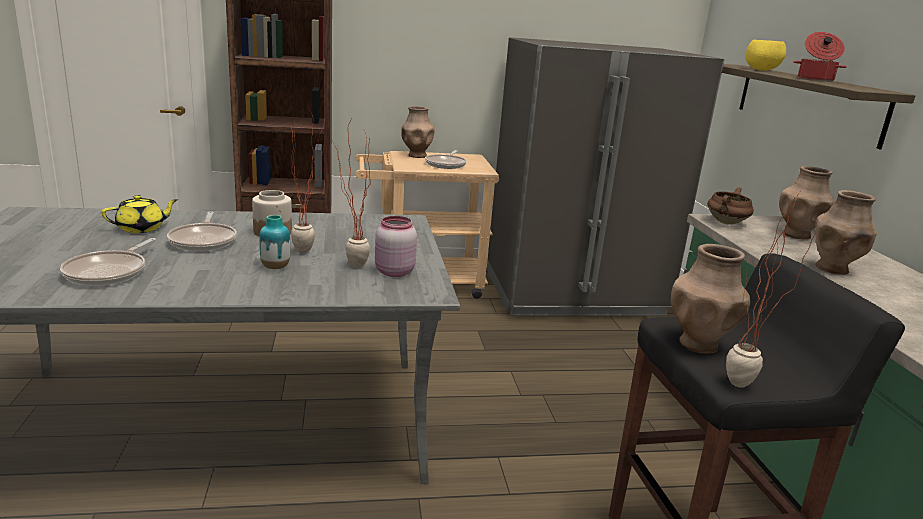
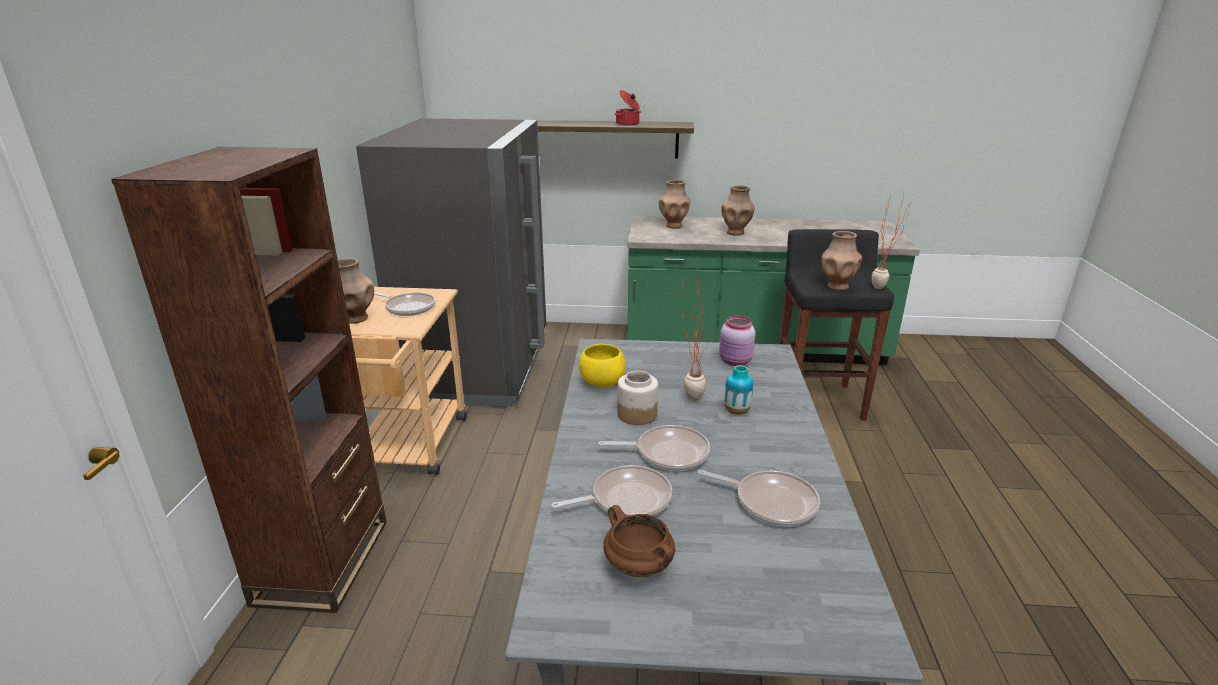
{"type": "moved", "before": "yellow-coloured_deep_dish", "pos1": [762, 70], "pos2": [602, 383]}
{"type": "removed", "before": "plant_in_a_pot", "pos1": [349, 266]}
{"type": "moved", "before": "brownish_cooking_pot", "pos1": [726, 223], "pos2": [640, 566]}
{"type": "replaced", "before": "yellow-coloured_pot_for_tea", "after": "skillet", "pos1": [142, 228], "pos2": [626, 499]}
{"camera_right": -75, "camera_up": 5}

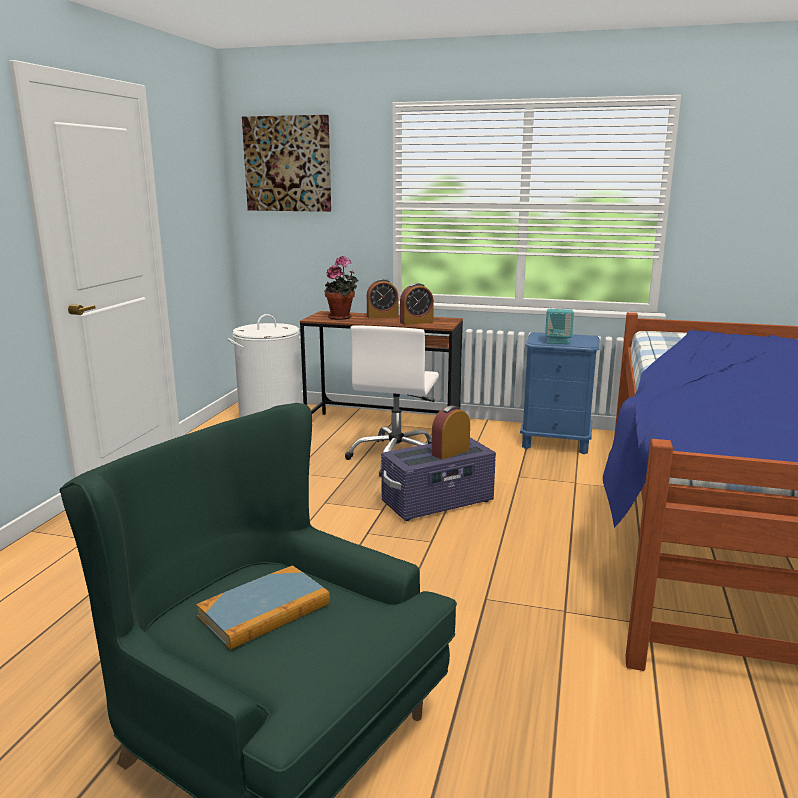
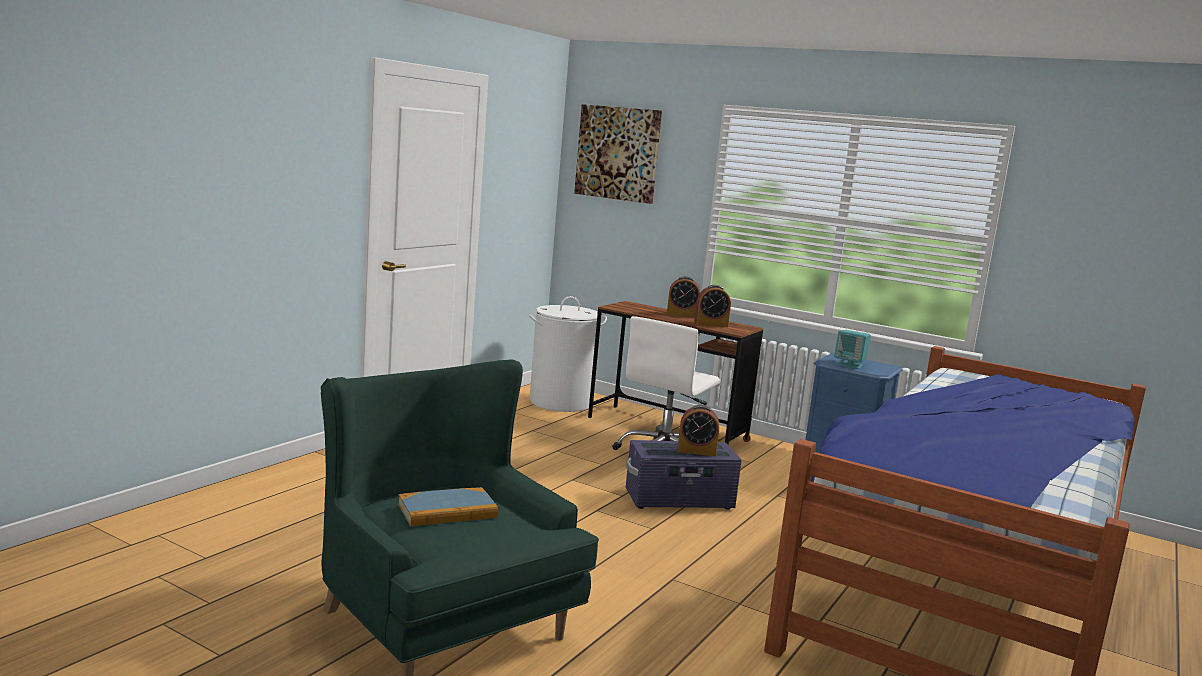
{"type": "removed", "before": "plant_in_a_pot", "pos1": [342, 317]}
{"type": "turned", "before": "alarm_clock", "pos1": [450, 452], "pos2": [696, 451], "turn": -150}
{"camera_right": 15, "camera_up": -5}

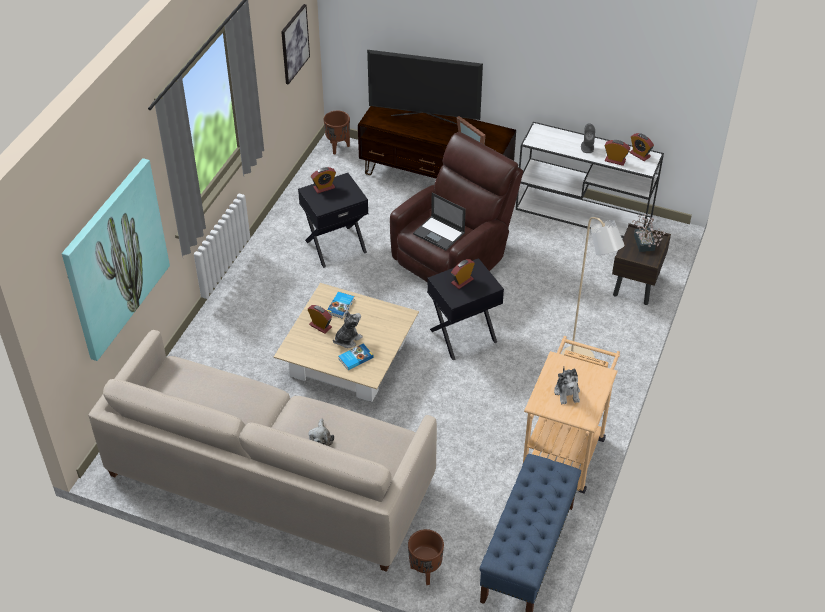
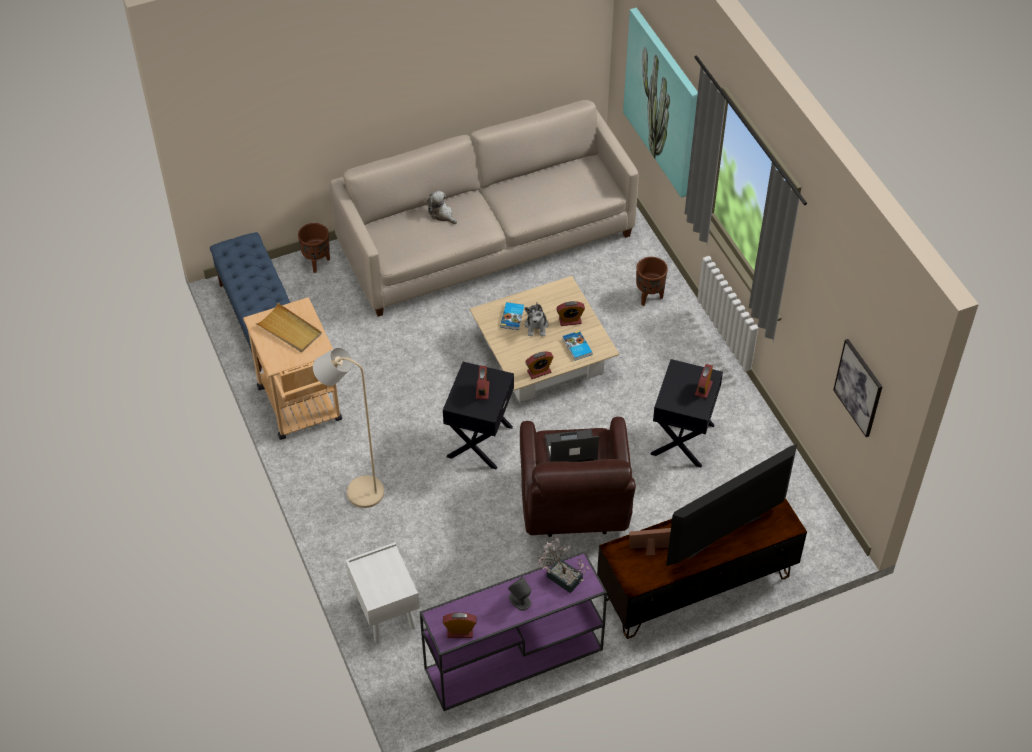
{"type": "moved", "before": "brownish_flower_pot", "pos1": [338, 147], "pos2": [649, 297]}
{"type": "recoloured", "before": "white_console_table", "after": "purplish_console_table", "pos1": [585, 213], "pos2": [512, 660]}
{"type": "moved", "before": "alarm_clock", "pos1": [615, 160], "pos2": [539, 372]}
{"type": "moved", "before": "plant_in_a_pot", "pos1": [644, 245], "pos2": [561, 575]}
{"type": "recoloured", "before": "brownish_nightstand", "after": "white_nightstand", "pos1": [636, 285], "pos2": [384, 611]}
{"type": "replaced", "before": "soft_toy", "after": "beige-coloured_tray", "pos1": [567, 392], "pos2": [289, 330]}
{"camera_right": 135, "camera_up": 5}

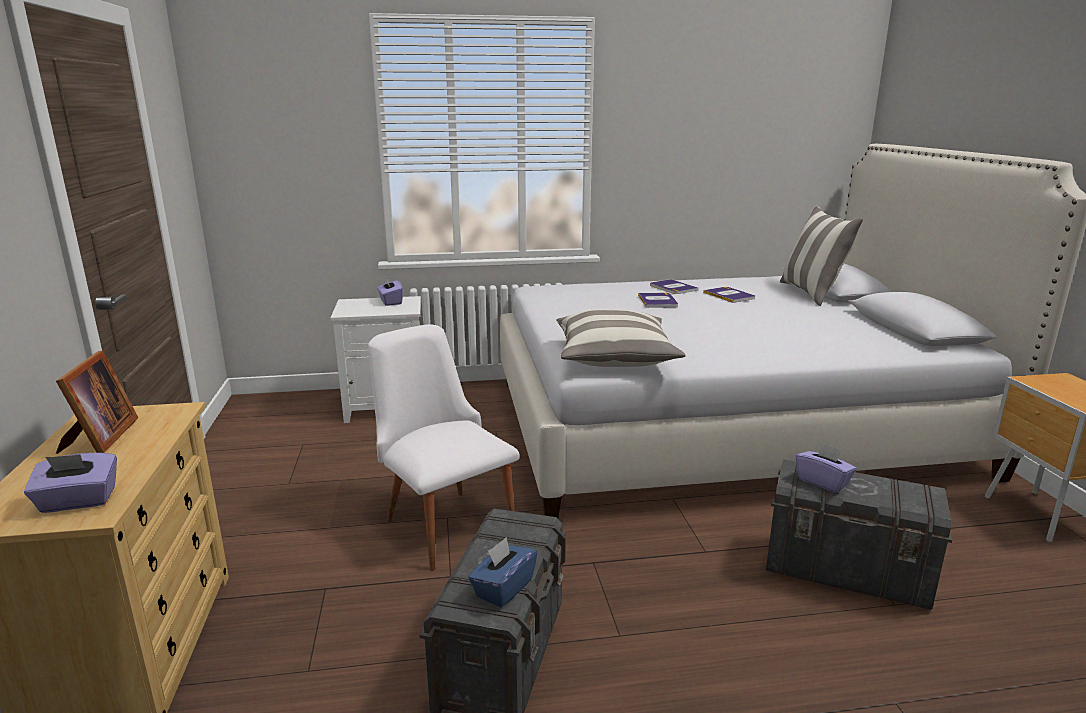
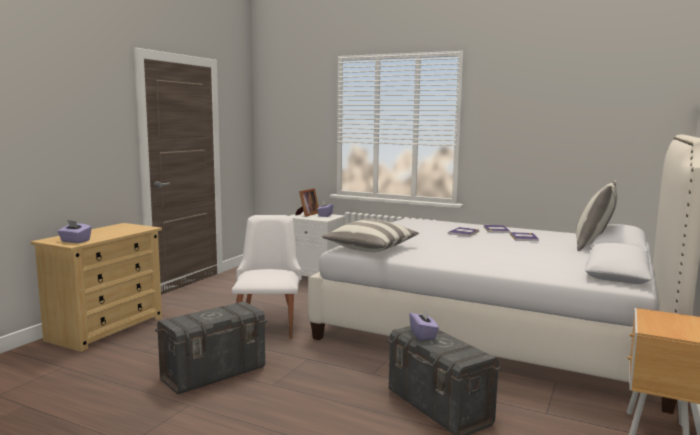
{"type": "moved", "before": "standing_frame", "pos1": [99, 438], "pos2": [307, 214]}
{"type": "removed", "before": "blue-coloured_tissue_box", "pos1": [503, 588]}
{"camera_right": 35, "camera_up": -10}

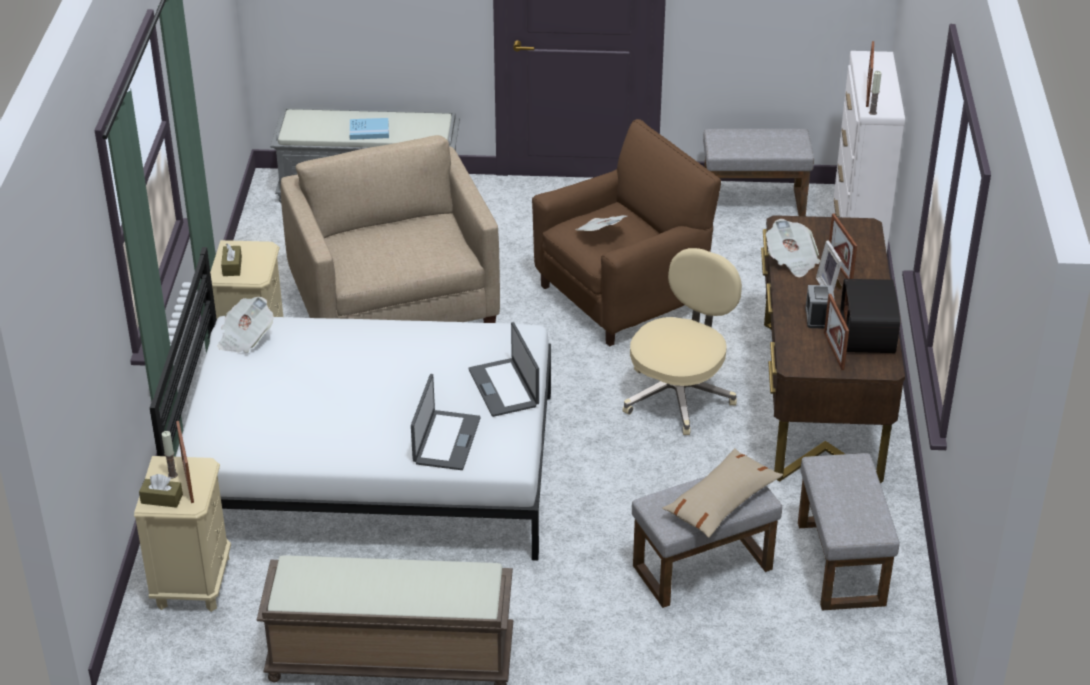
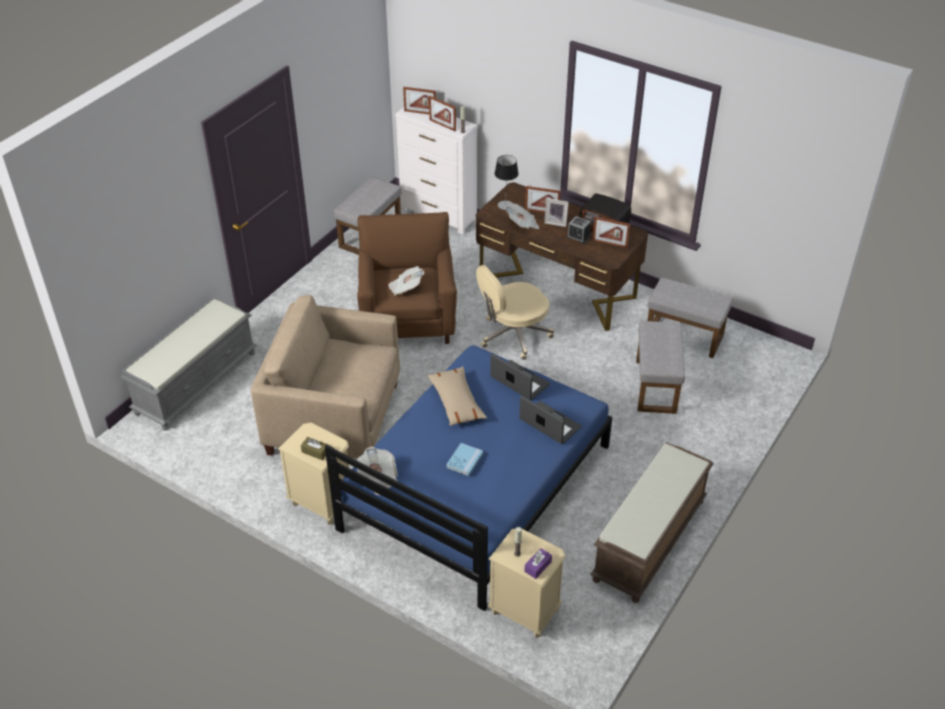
{"type": "moved", "before": "blue-coloured_bound_book", "pos1": [369, 130], "pos2": [464, 460]}
{"type": "recoloured", "before": "white_bed", "after": "blue-coloured_bed", "pos1": [370, 465], "pos2": [476, 486]}
{"type": "turned", "before": "beige-coloured_desk_chair", "pos1": [679, 395], "pos2": [513, 335], "turn": -90}
{"type": "turned", "before": "portable_computer", "pos1": [504, 387], "pos2": [519, 381], "turn": -150}
{"type": "moved", "before": "standing_frame", "pos1": [188, 481], "pos2": [420, 112]}
{"type": "moved", "before": "beige-coloured_cushion", "pos1": [721, 502], "pos2": [456, 402]}
{"type": "recoloured", "before": "brownish_tissue_box", "after": "purplish_tissue_box", "pos1": [162, 499], "pos2": [538, 566]}
{"type": "added", "after": "table_lamp", "pos2": [505, 205]}
{"camera_right": -60, "camera_up": 5}

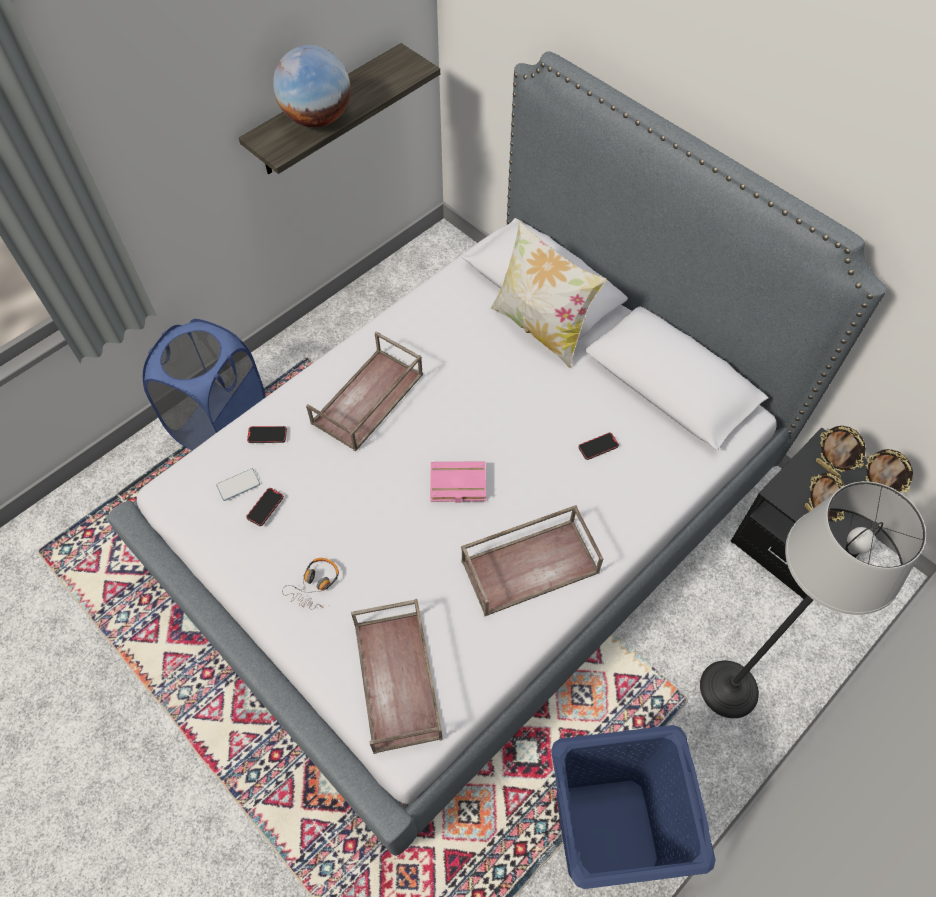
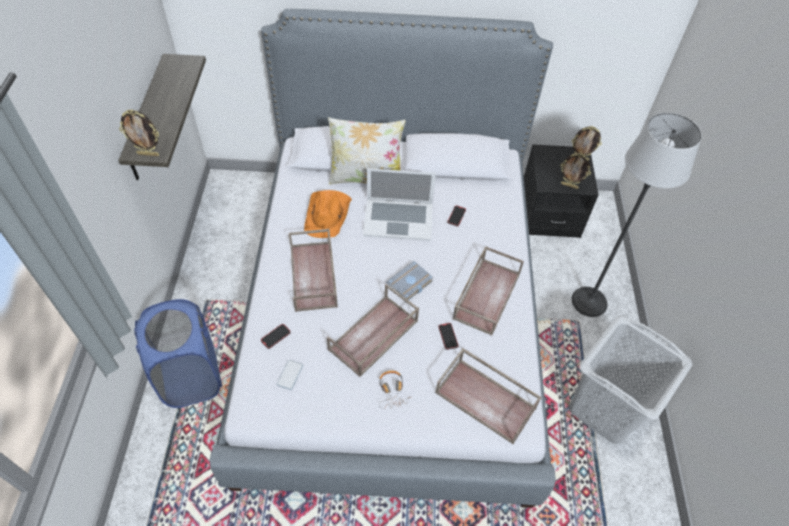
{"type": "removed", "before": "desk_globe", "pos1": [317, 118]}
{"type": "moved", "before": "standing_frame", "pos1": [828, 469], "pos2": [148, 154]}
{"type": "recoloured", "before": "pinkish_bound_book", "after": "gray_bound_book", "pos1": [456, 485], "pos2": [410, 284]}
{"type": "moved", "before": "phone", "pos1": [265, 507], "pos2": [448, 337]}
{"type": "recoloured", "before": "blue-coloured_washing_basket", "after": "gray_washing_basket", "pos1": [608, 830], "pos2": [606, 408]}
{"type": "added", "after": "portable_computer", "pos2": [398, 219]}
{"type": "added", "after": "orangey_hat", "pos2": [328, 214]}
{"type": "added", "after": "brownish_tray", "pos2": [373, 336]}
{"camera_right": -45, "camera_up": -5}

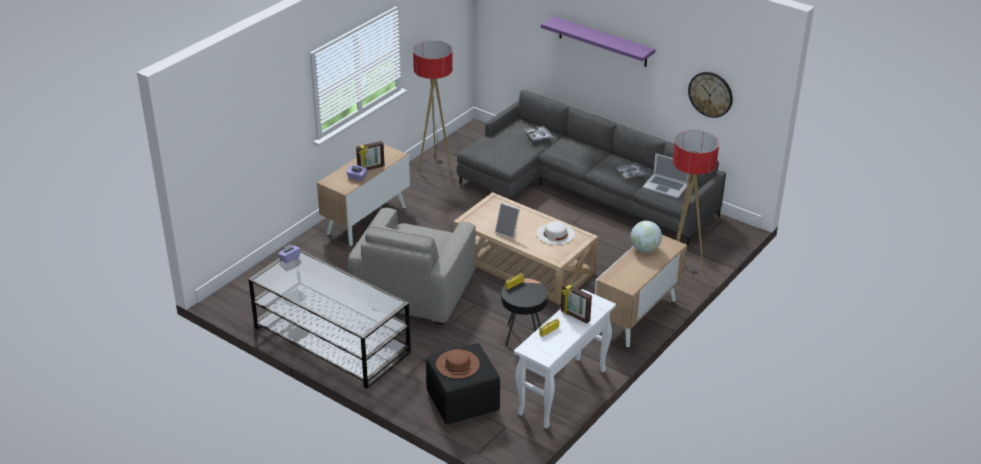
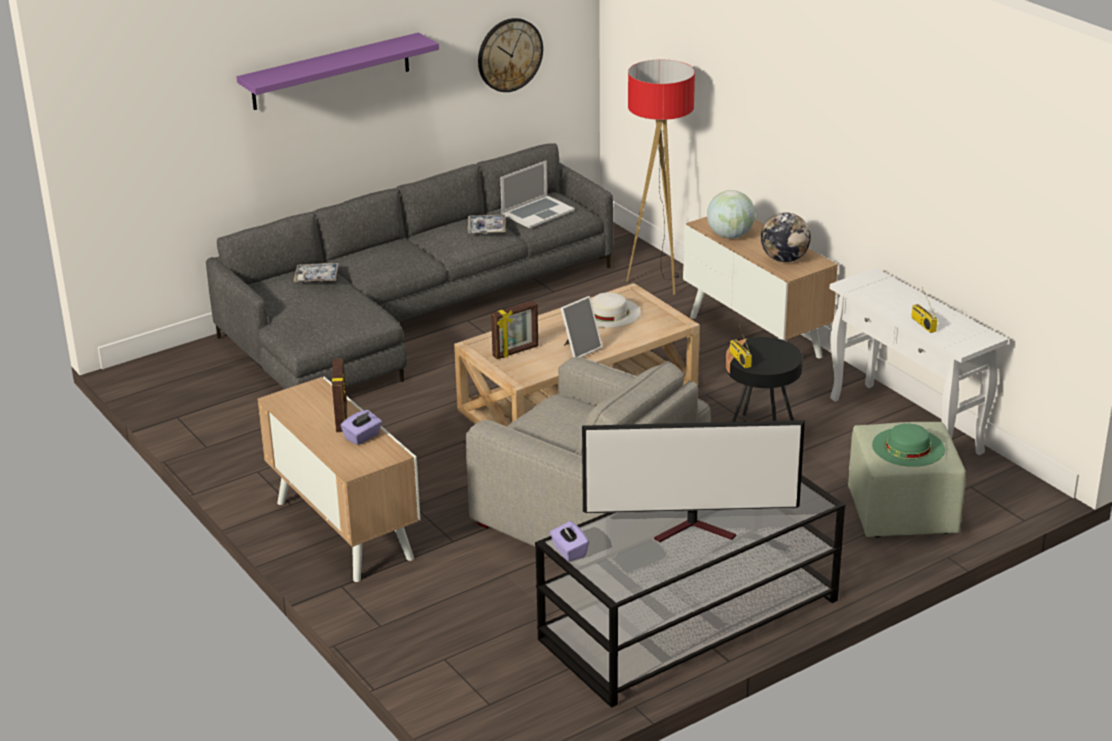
{"type": "removed", "before": "floor_lamp", "pos1": [435, 167]}
{"type": "moved", "before": "standing_frame", "pos1": [575, 316], "pos2": [516, 352]}
{"type": "recoloured", "before": "black_pouffe", "after": "green-coloured_pouffe", "pos1": [462, 403], "pos2": [903, 514]}
{"type": "recoloured", "before": "brownish_hat", "after": "green-coloured_hat", "pos1": [457, 364], "pos2": [908, 447]}
{"type": "added", "after": "desk_globe", "pos2": [784, 259]}
{"type": "added", "after": "TV_set", "pos2": [696, 530]}
{"camera_right": -70, "camera_up": -5}

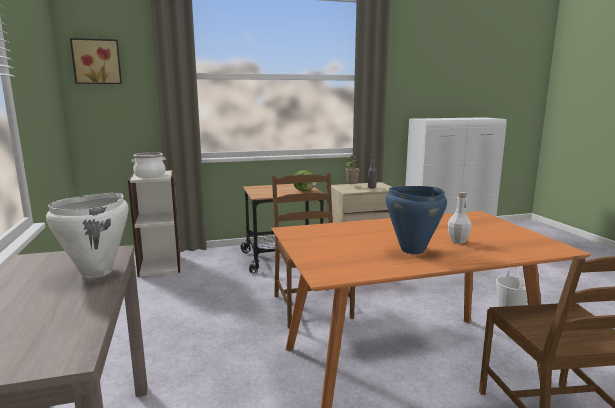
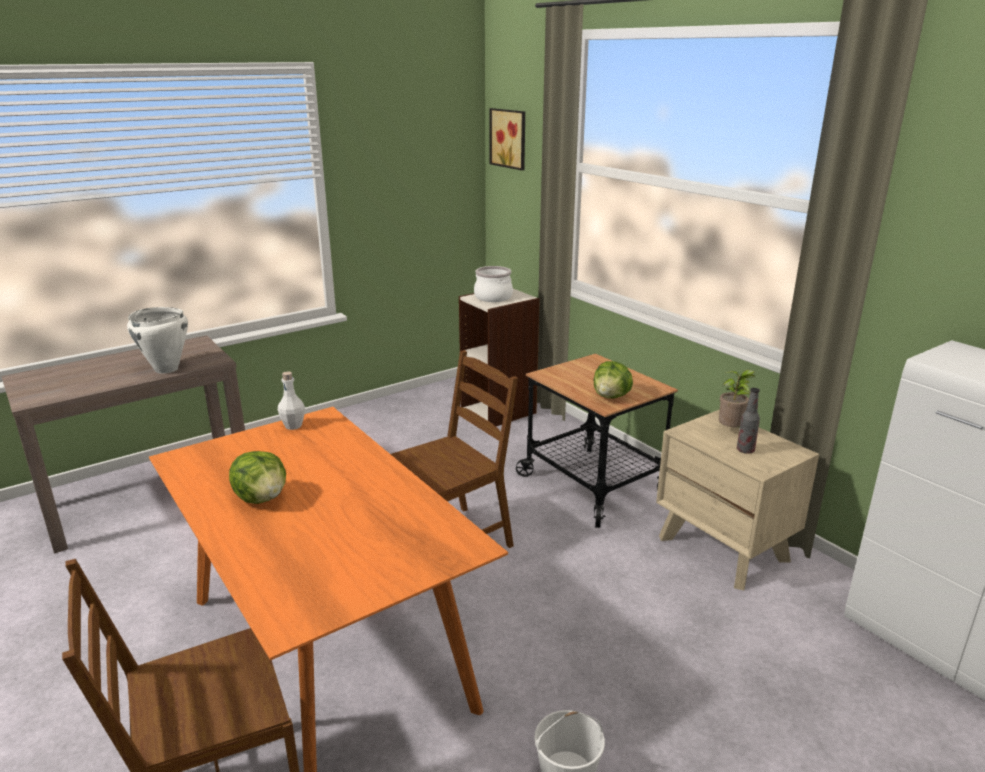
{"type": "replaced", "before": "blue-coloured_cooking_pot", "after": "lettuce", "pos1": [412, 250], "pos2": [262, 498]}
{"type": "moved", "before": "white_bottle", "pos1": [458, 241], "pos2": [293, 426]}
{"camera_right": 70, "camera_up": 10}

